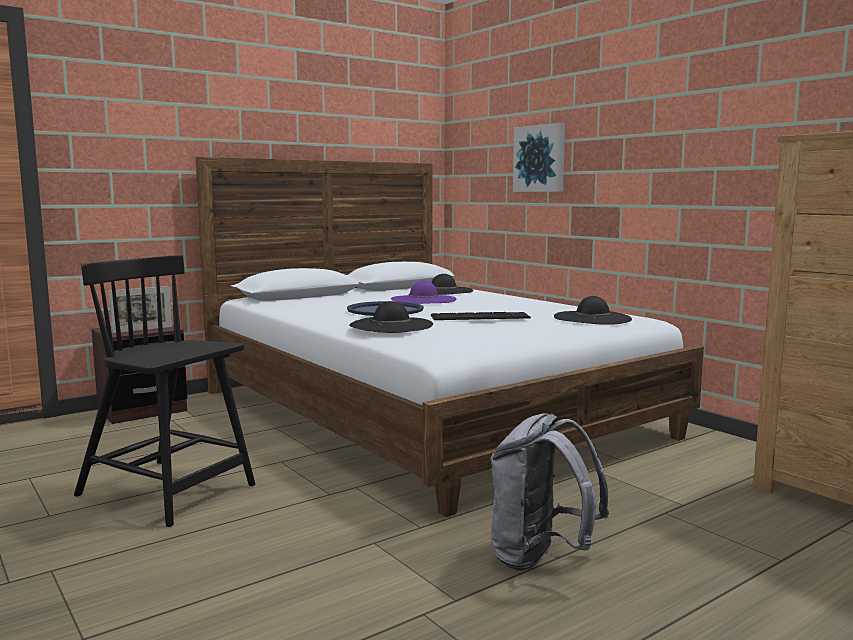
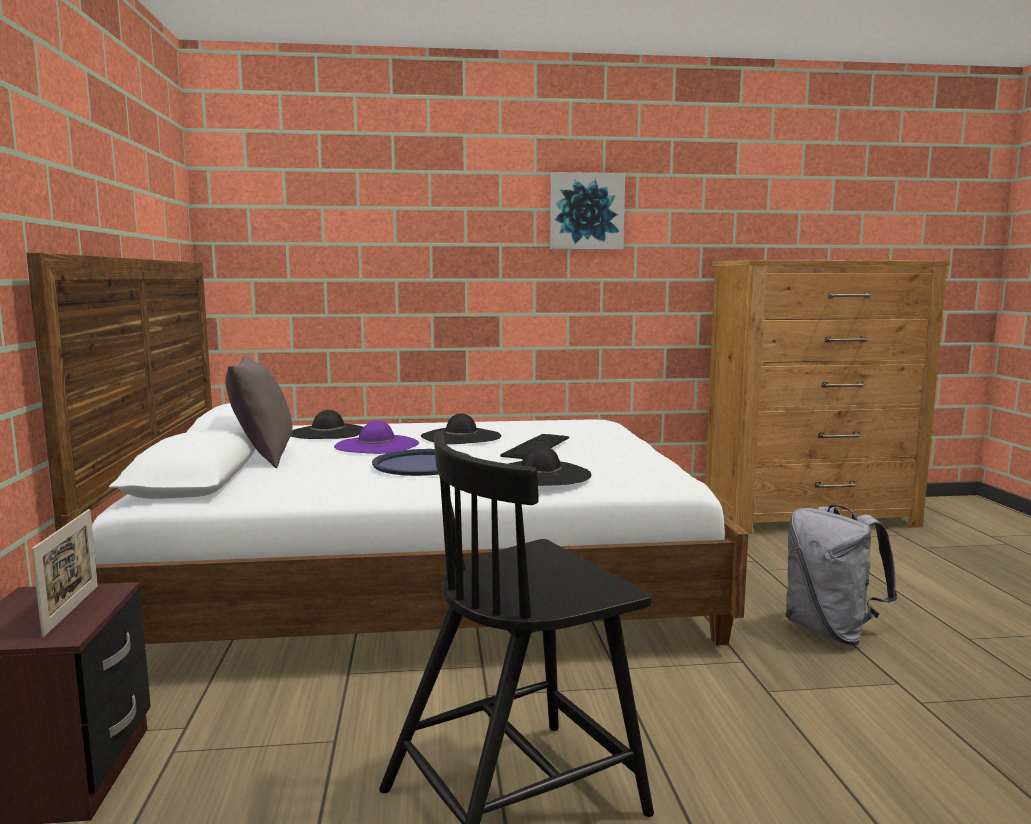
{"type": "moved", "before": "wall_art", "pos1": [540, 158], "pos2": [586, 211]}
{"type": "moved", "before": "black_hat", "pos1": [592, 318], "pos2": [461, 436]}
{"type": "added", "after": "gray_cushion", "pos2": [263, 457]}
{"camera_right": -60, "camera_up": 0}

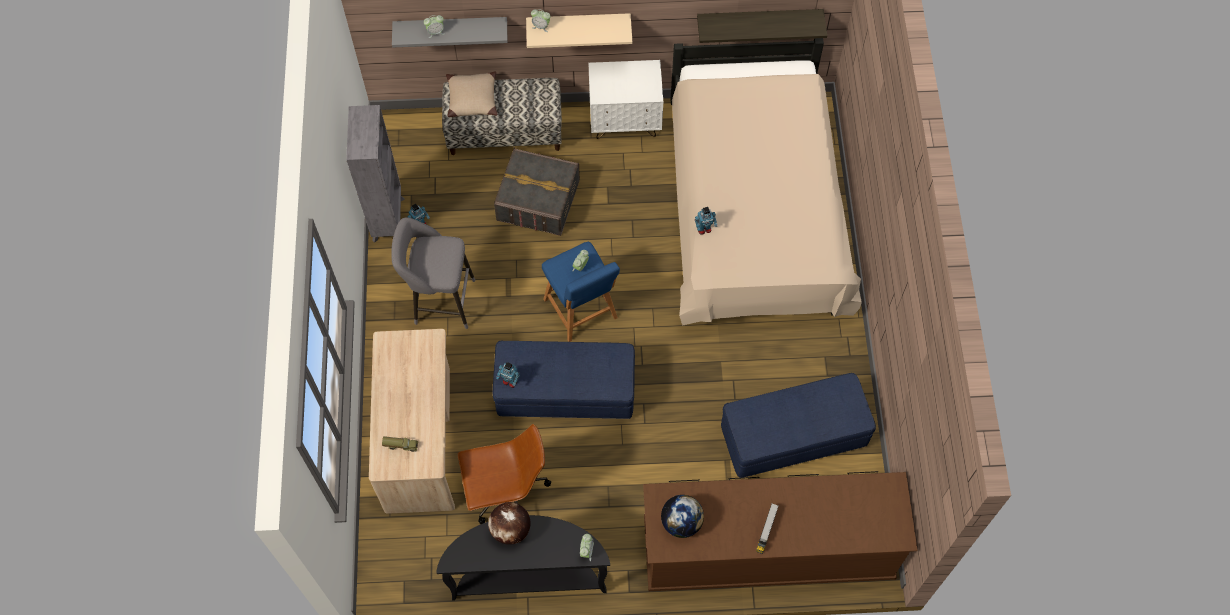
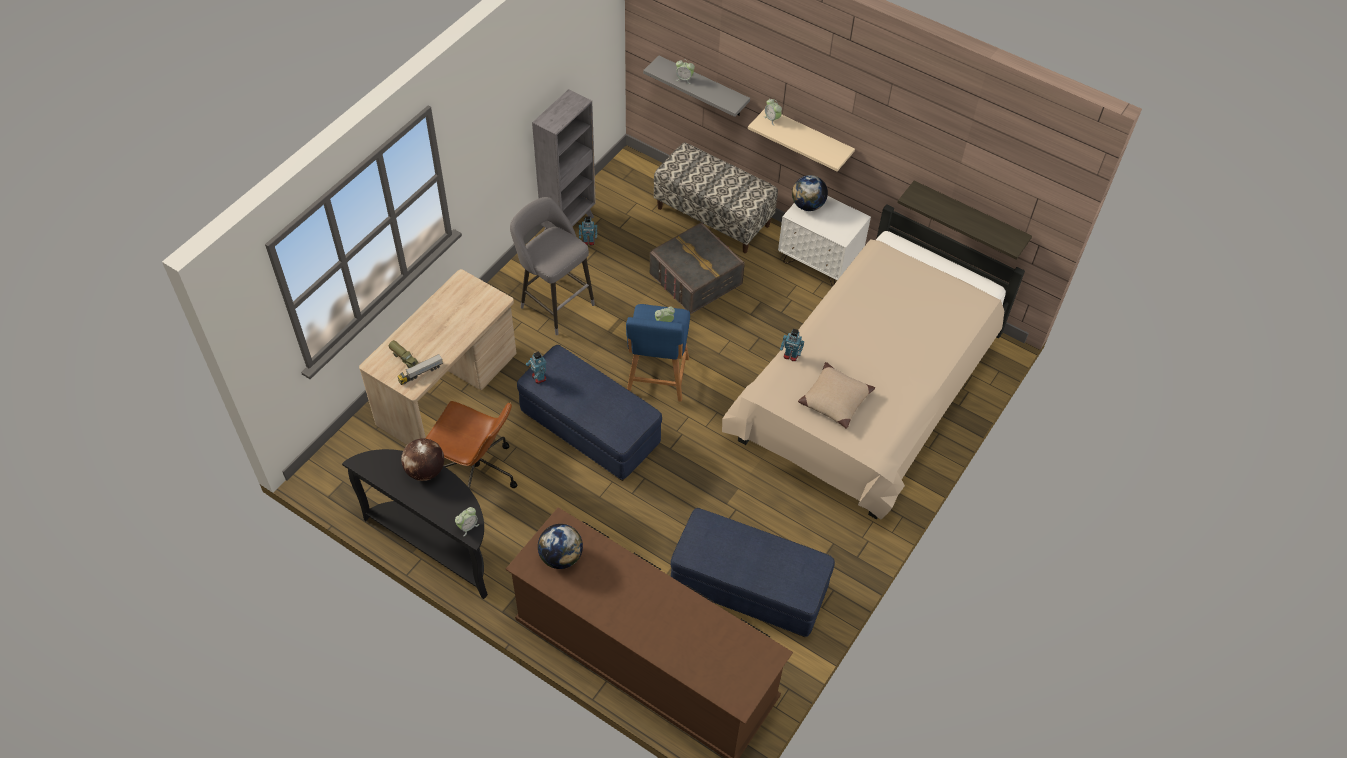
{"type": "moved", "before": "beige-coloured_cushion", "pos1": [472, 99], "pos2": [834, 400]}
{"type": "moved", "before": "model_truck", "pos1": [766, 530], "pos2": [421, 373]}
{"type": "added", "after": "desk_globe", "pos2": [808, 205]}
{"camera_right": 35, "camera_up": -10}

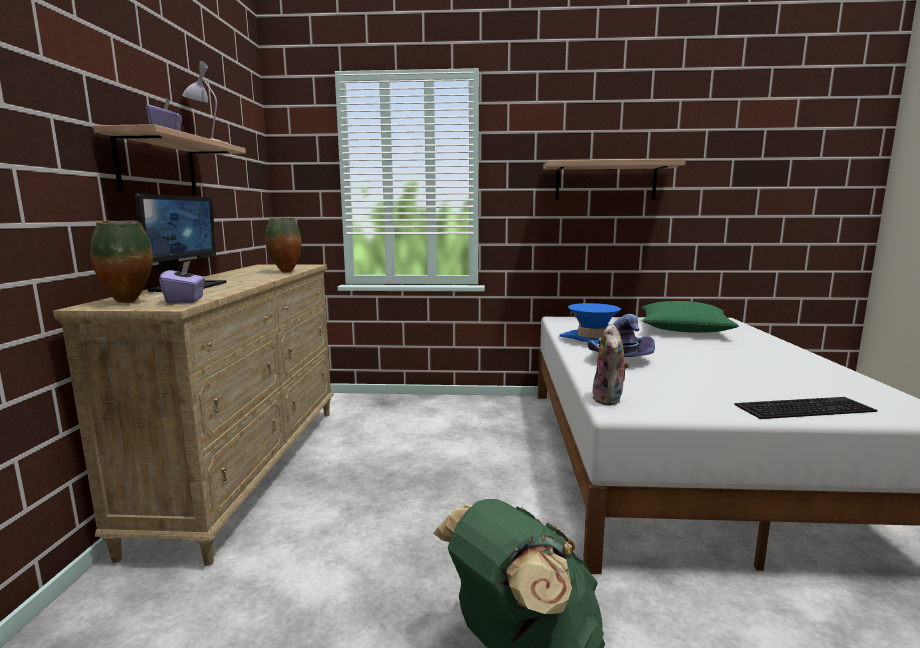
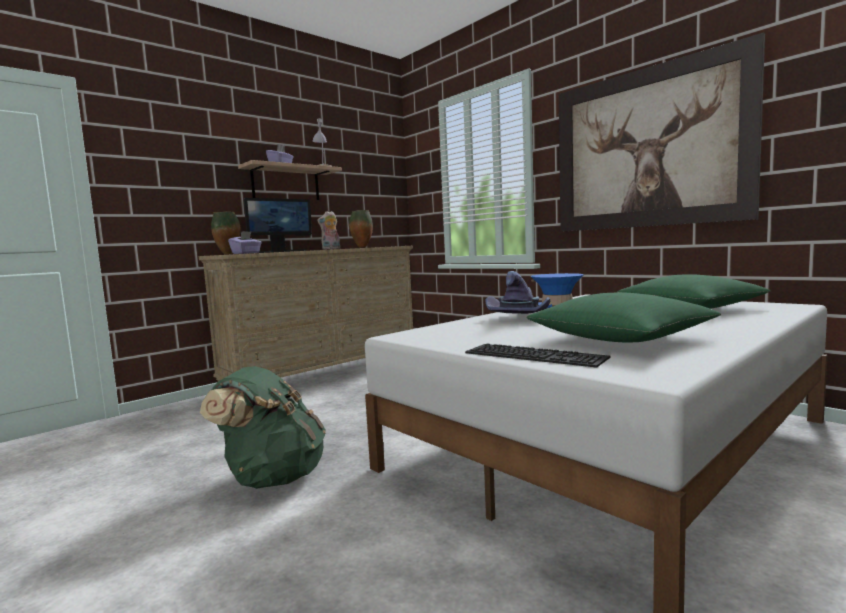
{"type": "replaced", "before": "bracket_shelf", "after": "wall_art", "pos1": [605, 181], "pos2": [647, 149]}
{"type": "moved", "before": "soft_toy", "pos1": [609, 399], "pos2": [331, 249]}
{"type": "added", "after": "green-coloured_cushion", "pos2": [621, 338]}
{"camera_right": 45, "camera_up": -5}

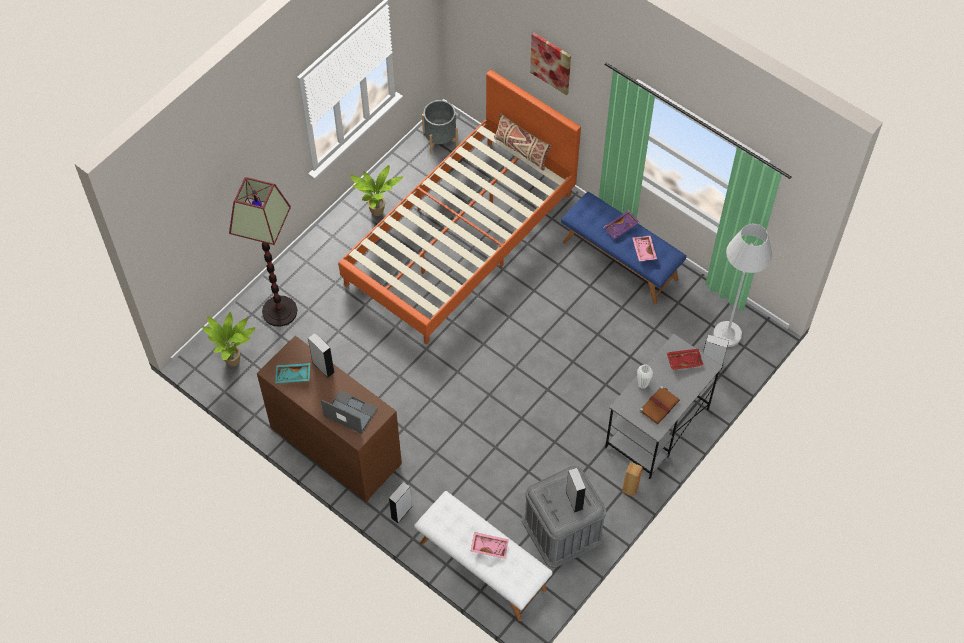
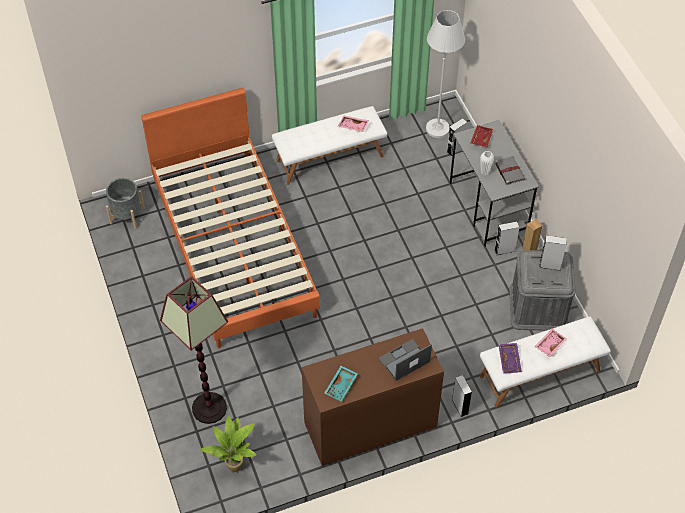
{"type": "removed", "before": "wall_art", "pos1": [551, 63]}
{"type": "removed", "before": "beige-coloured_cushion", "pos1": [521, 151]}
{"type": "removed", "before": "plant_in_a_pot", "pos1": [377, 213]}
{"type": "recoloured", "before": "blue-coloured_indoor_bench", "after": "white_indoor_bench", "pos1": [620, 260], "pos2": [329, 158]}
{"type": "moved", "before": "purplish_tray", "pos1": [621, 227], "pos2": [510, 360]}
{"type": "moved", "before": "gray_loudspeaker", "pos1": [323, 367], "pos2": [504, 250]}
{"type": "recoloured", "before": "brownish_bound_book", "after": "gray_bound_book", "pos1": [659, 405], "pos2": [509, 171]}
{"camera_right": -60, "camera_up": -5}

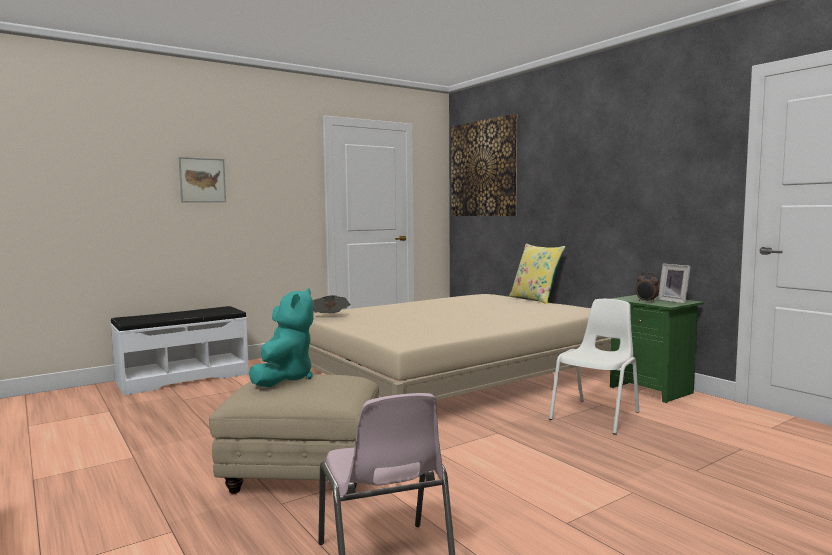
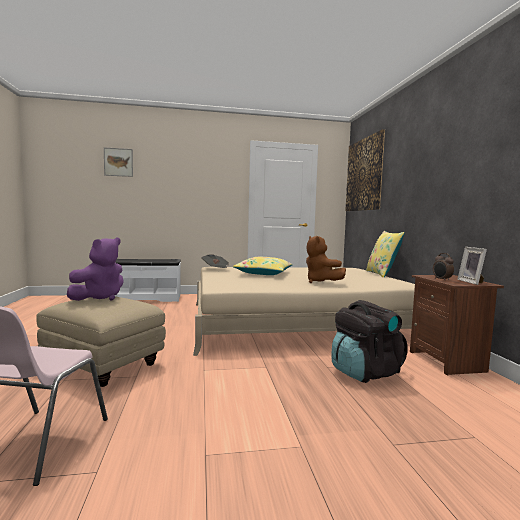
{"type": "moved", "before": "wall_art", "pos1": [202, 180], "pos2": [118, 162]}
{"type": "recoloured", "before": "turquoise-coloured_soft_toy", "after": "purplish_soft_toy", "pos1": [284, 378], "pos2": [100, 298]}
{"type": "recoloured", "before": "green-coloured_nightstand", "after": "brownish_nightstand", "pos1": [652, 390], "pos2": [448, 361]}
{"type": "replaced", "before": "white_chair", "after": "black_backpack", "pos1": [597, 416], "pos2": [364, 372]}
{"type": "added", "after": "brownish_soft_toy", "pos2": [321, 282]}
{"type": "added", "after": "yellow-coloured_cushion", "pos2": [264, 273]}
{"camera_right": 25, "camera_up": 0}

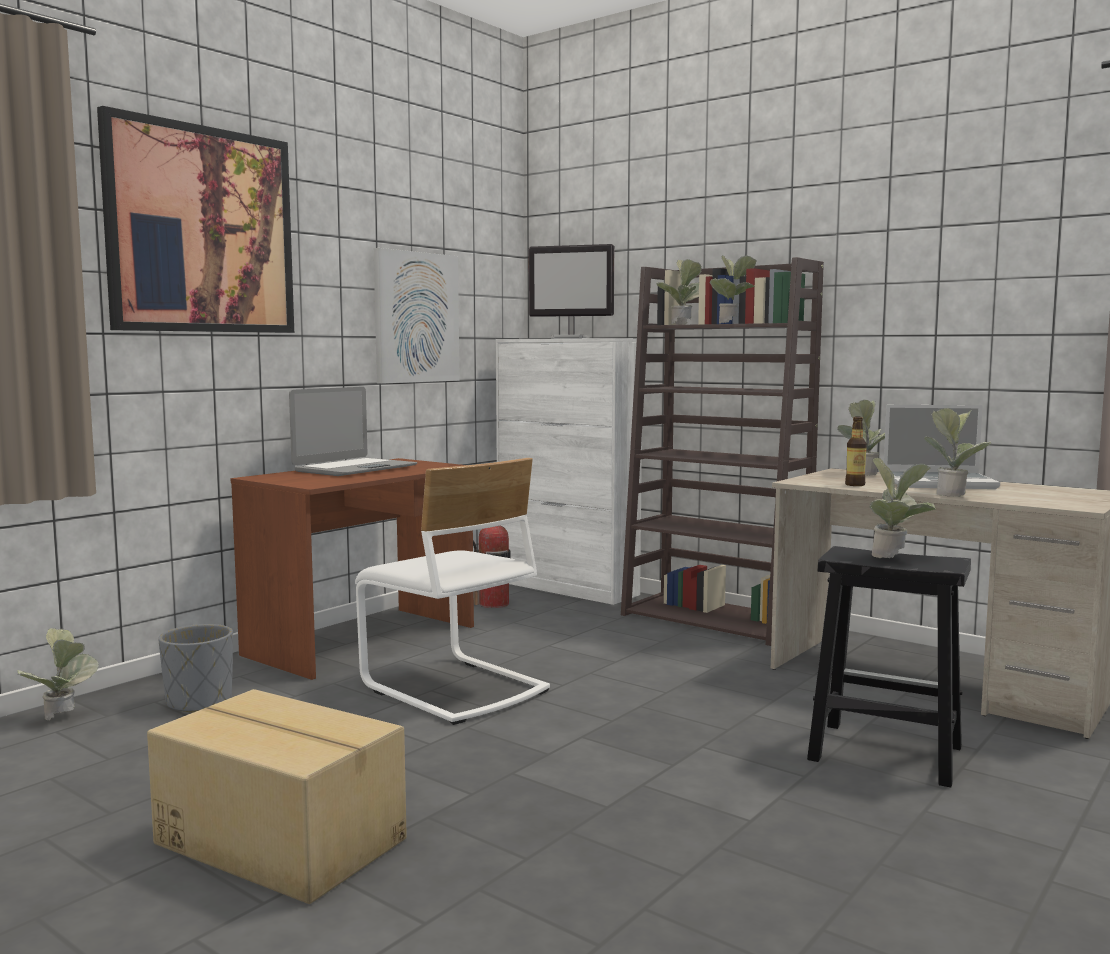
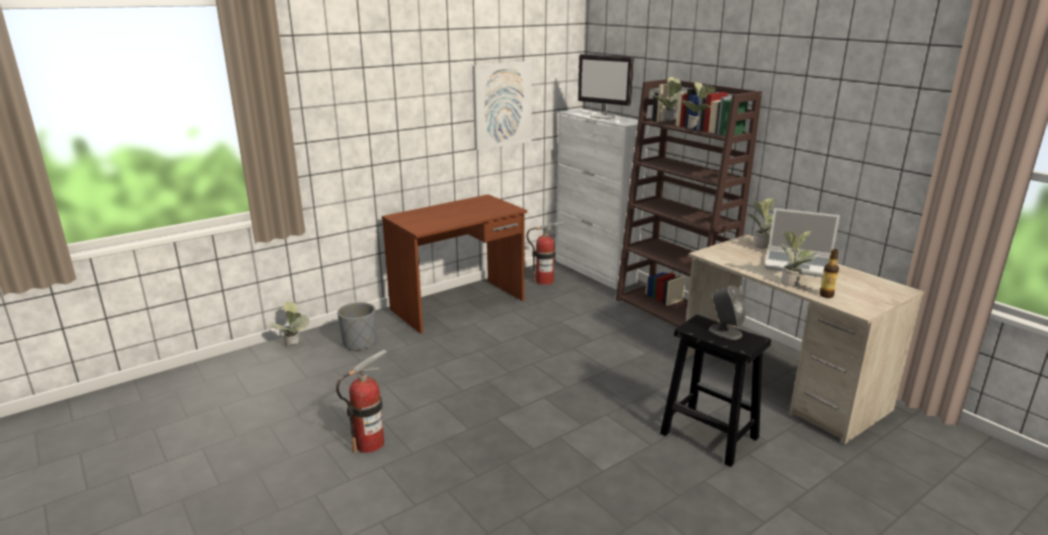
{"type": "removed", "before": "wall_art", "pos1": [201, 230]}
{"type": "removed", "before": "portable_computer", "pos1": [354, 469]}
{"type": "moved", "before": "bottle", "pos1": [855, 485], "pos2": [826, 295]}
{"type": "removed", "before": "white_chair", "pos1": [453, 689]}
{"type": "replaced", "before": "plant_in_a_pot", "after": "gray_loudspeaker", "pos1": [896, 557], "pos2": [724, 332]}
{"type": "replaced", "before": "carton", "after": "fire-fighting_cylinder", "pos1": [282, 840], "pos2": [370, 444]}
{"camera_right": 15, "camera_up": 15}

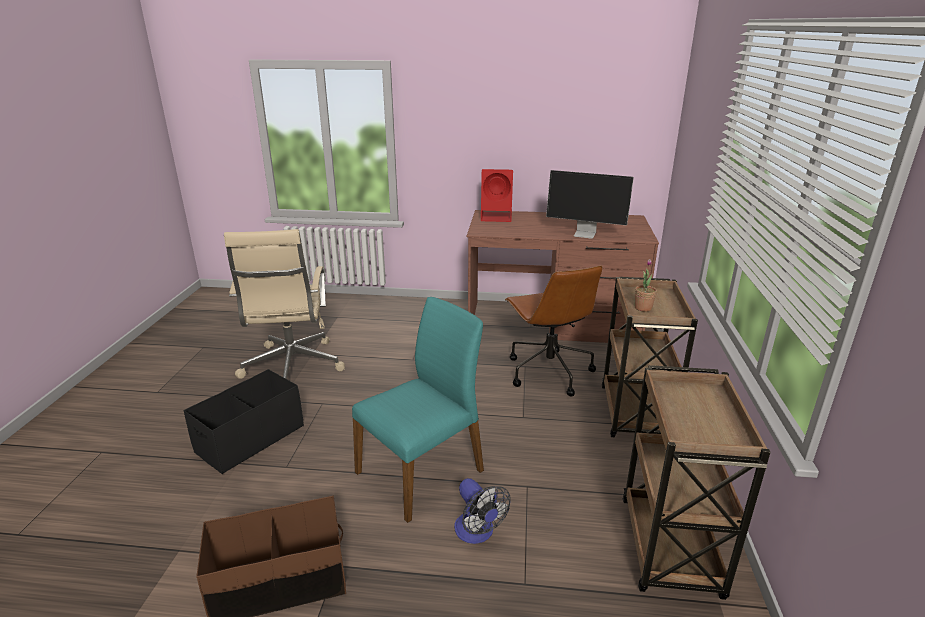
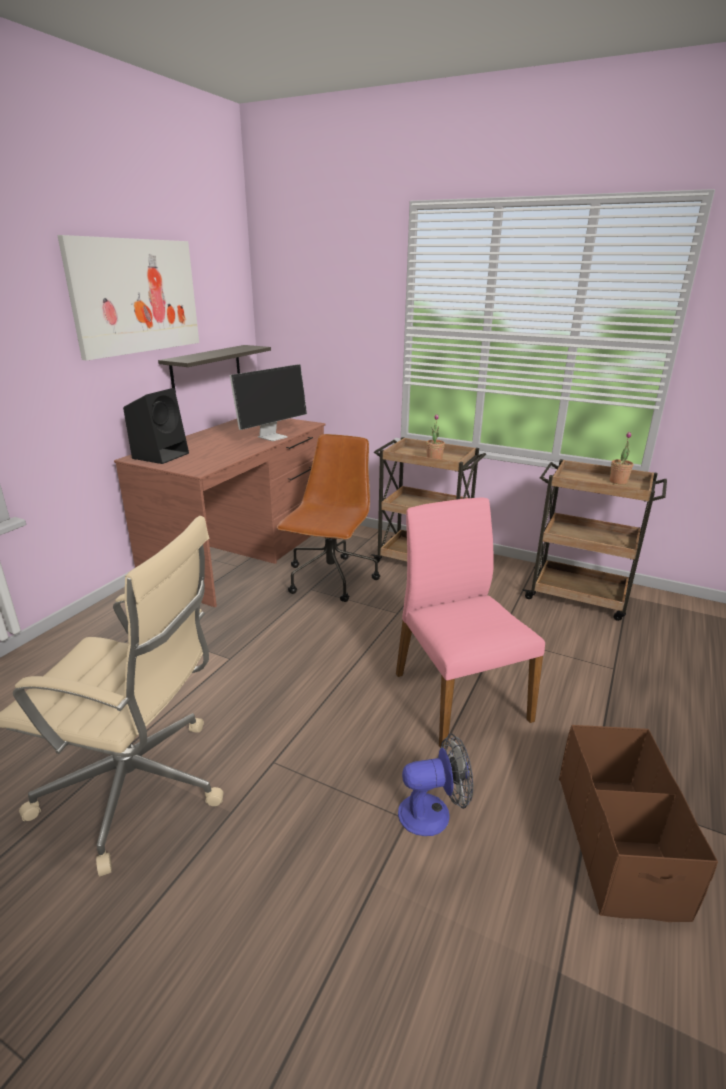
{"type": "recoloured", "before": "red_loudspeaker", "after": "black_loudspeaker", "pos1": [497, 217], "pos2": [161, 455]}
{"type": "turned", "before": "brownish_desk_chair", "pos1": [548, 371], "pos2": [330, 580], "turn": -75}
{"type": "recoloured", "before": "turquoise-coloured_chair", "after": "pinkish_chair", "pos1": [422, 471], "pos2": [458, 695]}
{"type": "removed", "before": "black_storage_box", "pos1": [250, 439]}
{"type": "moved", "before": "cooling_fan", "pos1": [478, 533], "pos2": [433, 812]}
{"type": "added", "after": "wall_art", "pos2": [136, 296]}
{"type": "added", "after": "bracket_shelf", "pos2": [206, 369]}
{"type": "added", "after": "plant_in_a_pot", "pos2": [618, 481]}
{"camera_right": -70, "camera_up": 0}

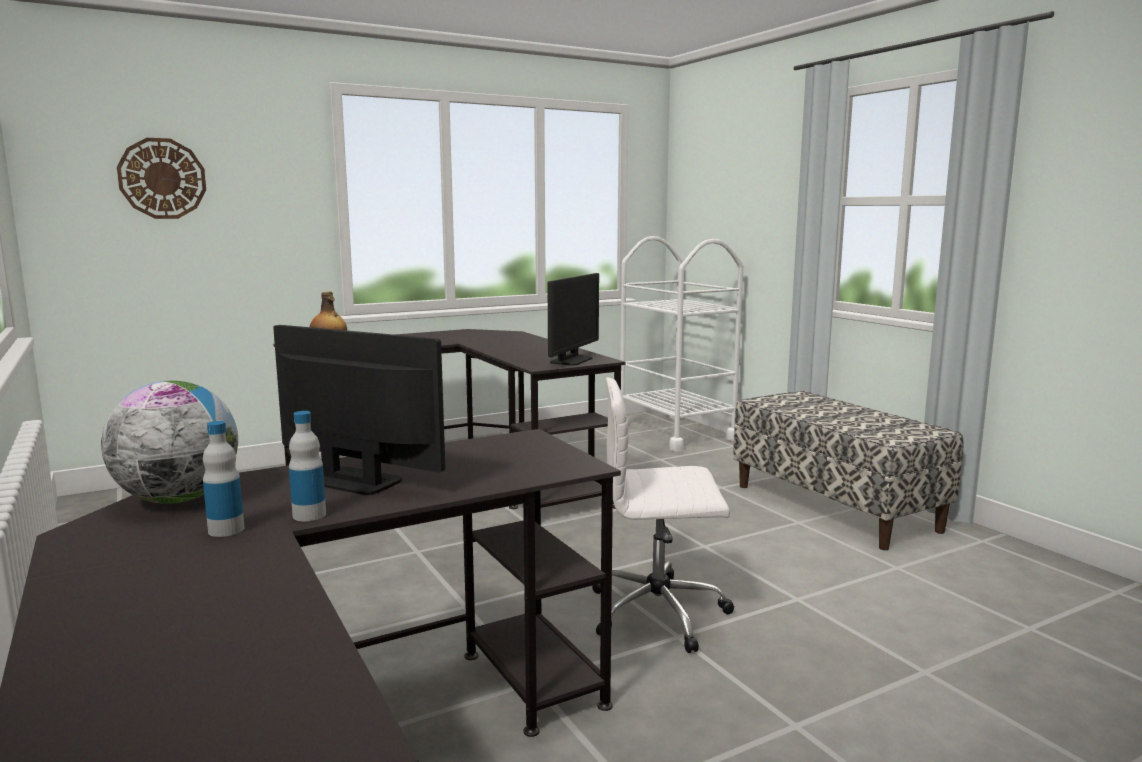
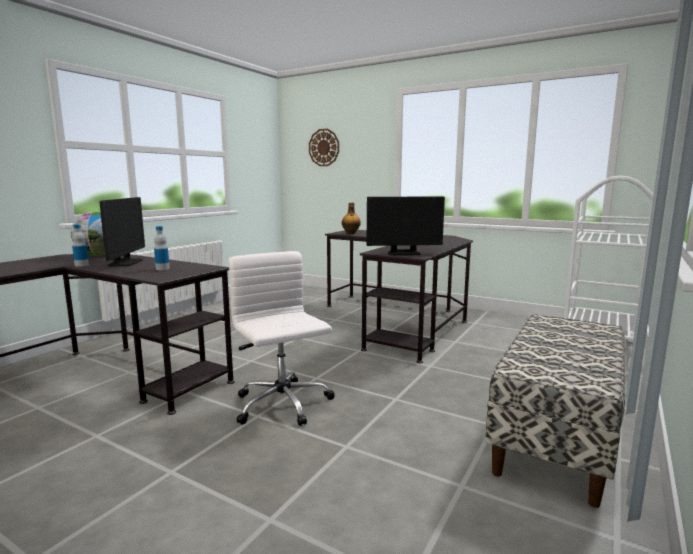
{"type": "moved", "before": "bottle", "pos1": [226, 530], "pos2": [162, 268]}
{"camera_right": 60, "camera_up": 0}

